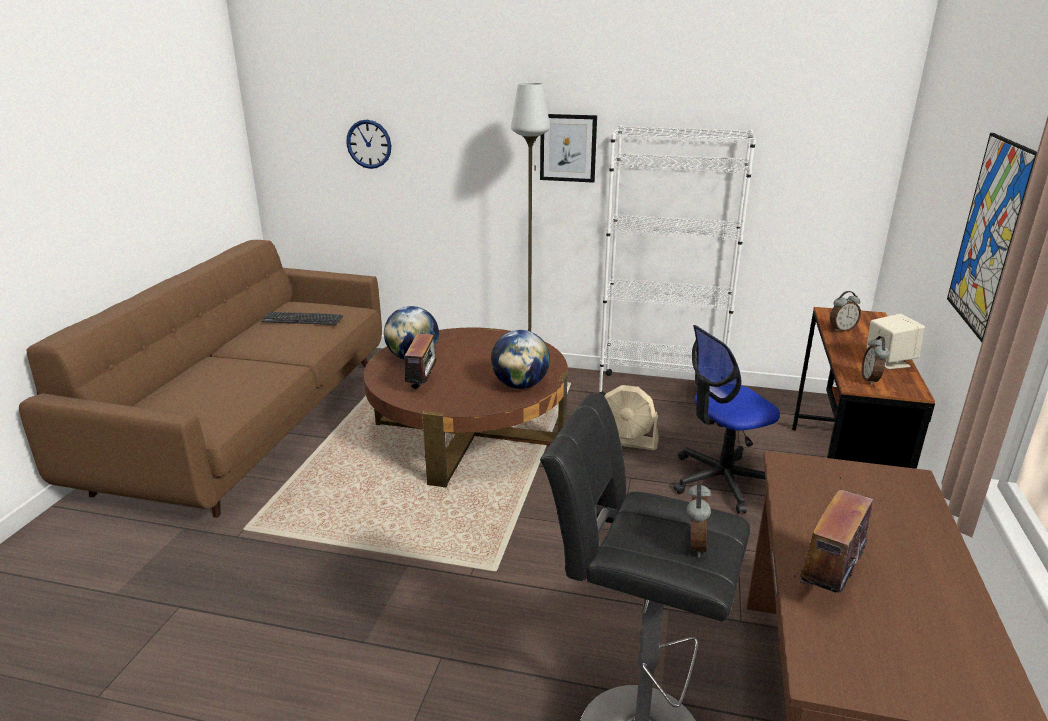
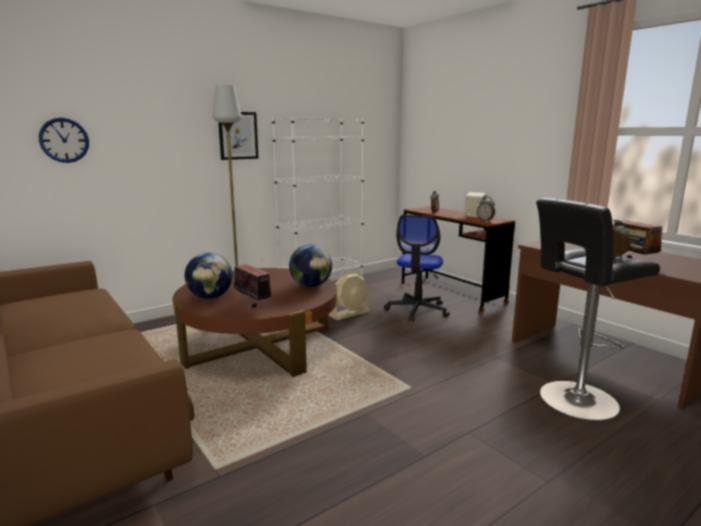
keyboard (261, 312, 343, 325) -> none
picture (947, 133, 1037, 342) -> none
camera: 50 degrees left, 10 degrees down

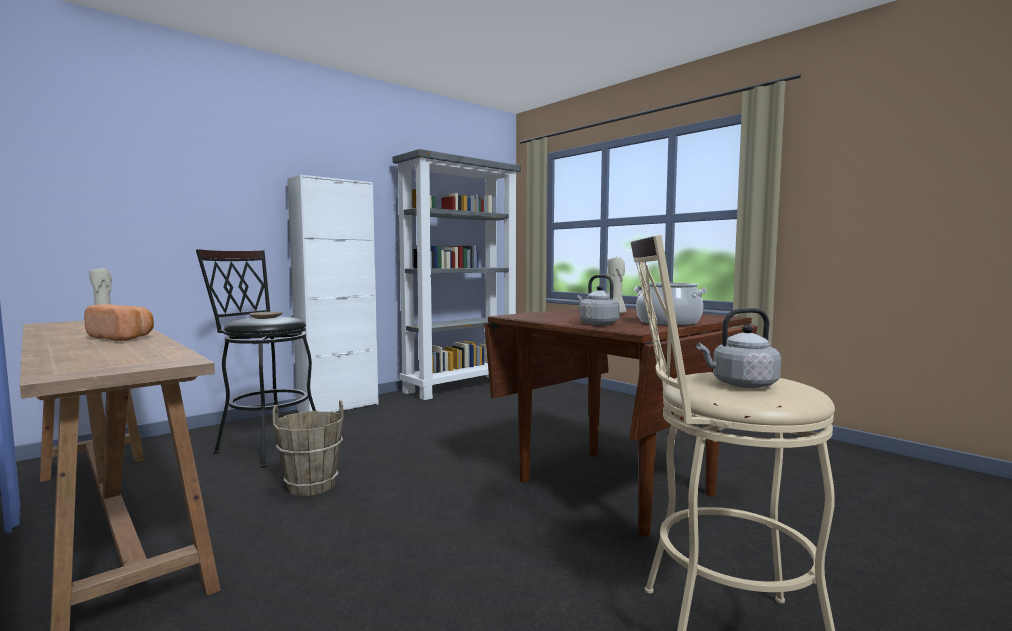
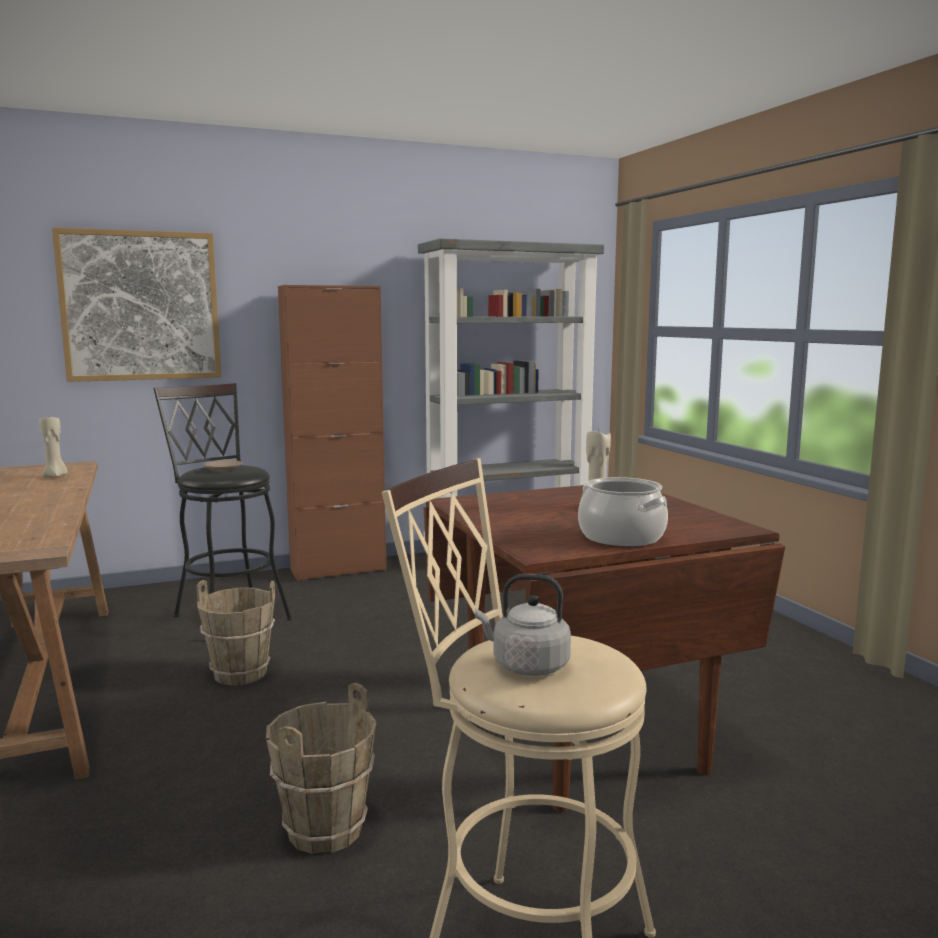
bread (84, 304, 154, 341) -> none
grey kettle (577, 275, 620, 325) -> none
none -> picture (52, 227, 222, 382)
none -> brown bucket (266, 683, 377, 854)
white cabinet (287, 175, 379, 412) -> brown cabinet (278, 285, 386, 581)
camera: 20 degrees right, 5 degrees up

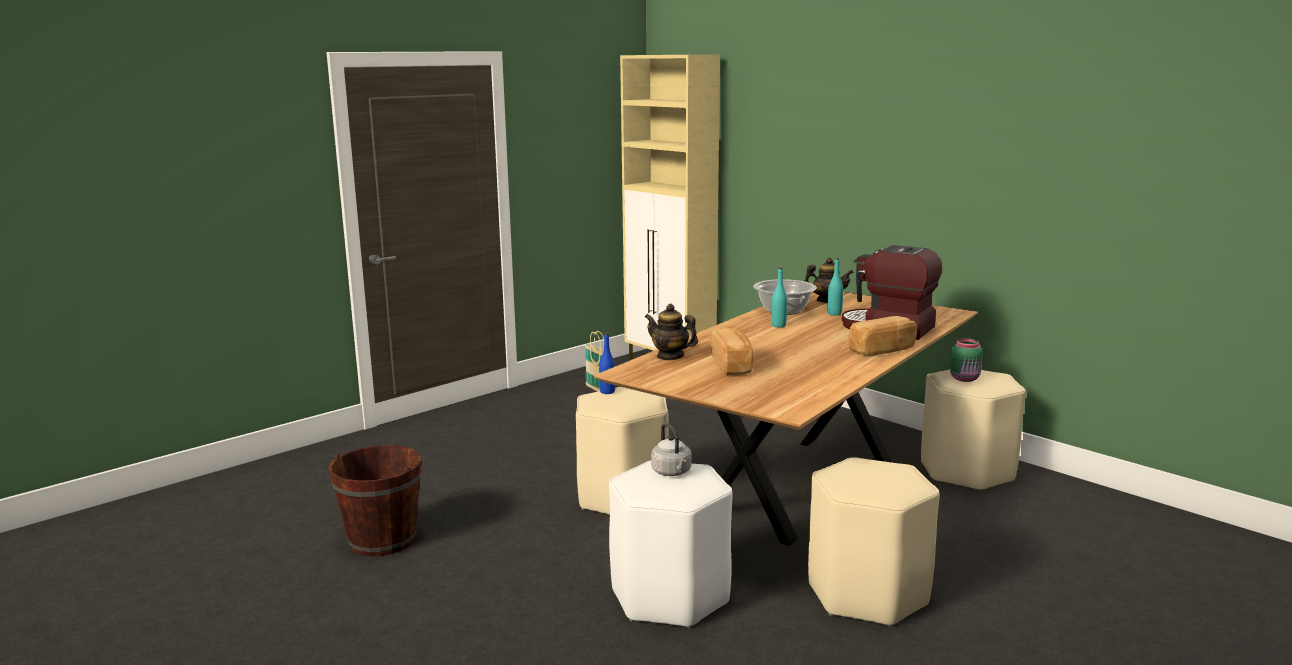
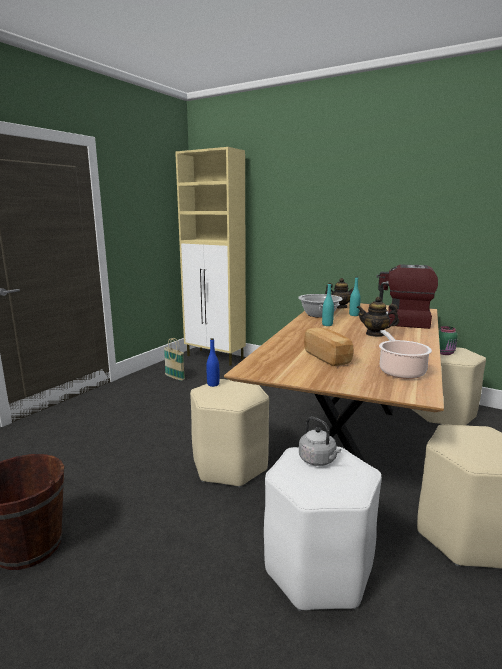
bread (848, 316, 917, 355) -> none
none -> cooking pot (379, 330, 432, 379)
teapot (645, 304, 698, 360) -> teapot (356, 297, 399, 337), moved
camera: 15 degrees left, 0 degrees up

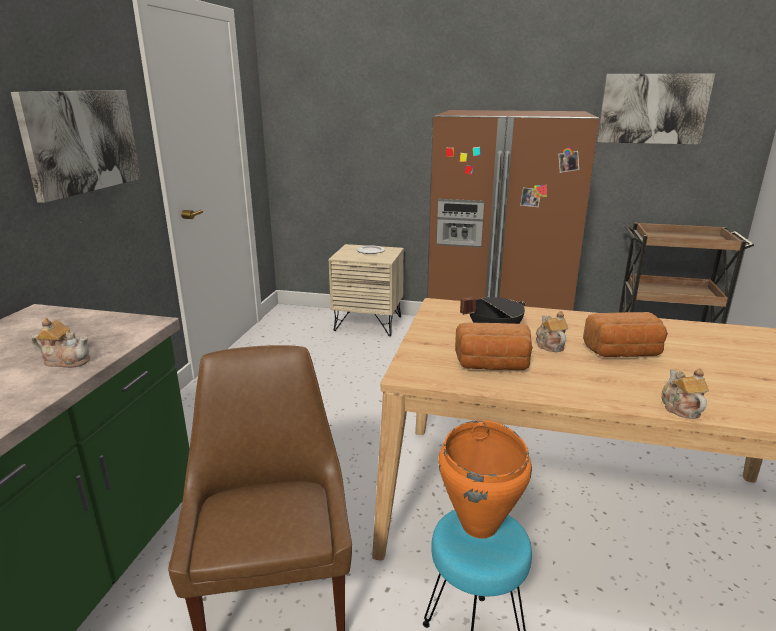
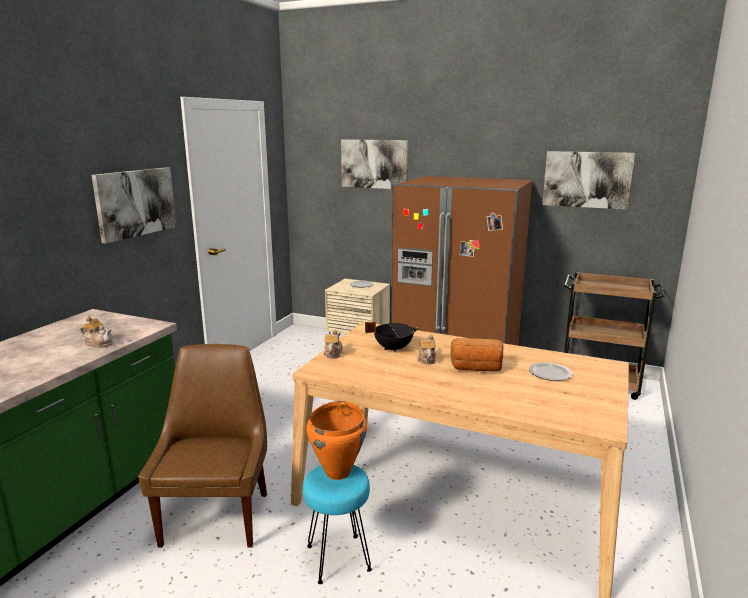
bread (455, 322, 533, 370) -> none
none -> picture (341, 139, 408, 189)
none -> plate (529, 362, 572, 381)
teapot (662, 368, 709, 419) -> teapot (323, 330, 343, 359), moved
camera: 10 degrees right, 5 degrees down

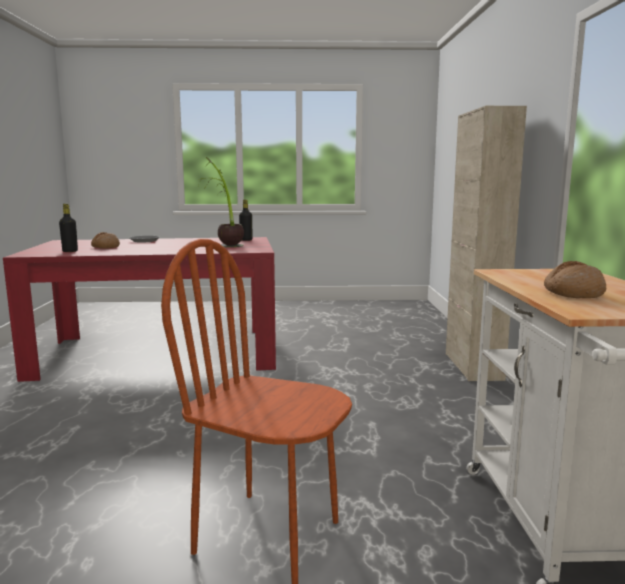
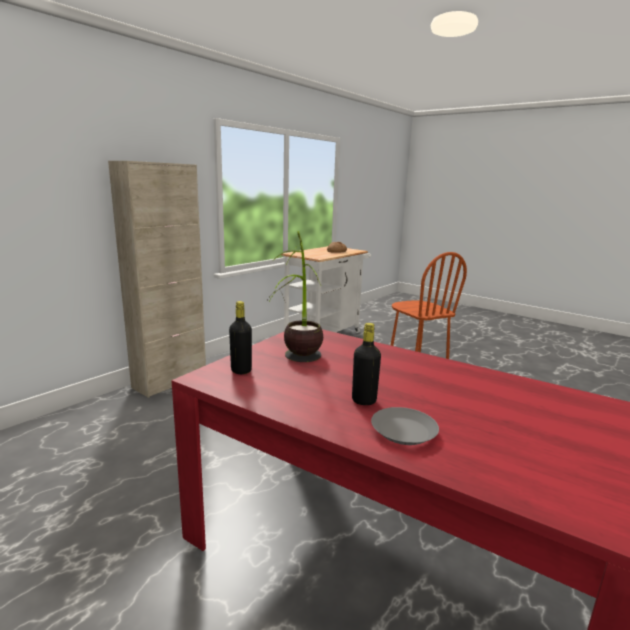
bread (91, 232, 120, 249) -> none
black bottle (59, 204, 78, 252) -> black bottle (352, 323, 381, 405), moved
camera: 140 degrees left, 5 degrees up

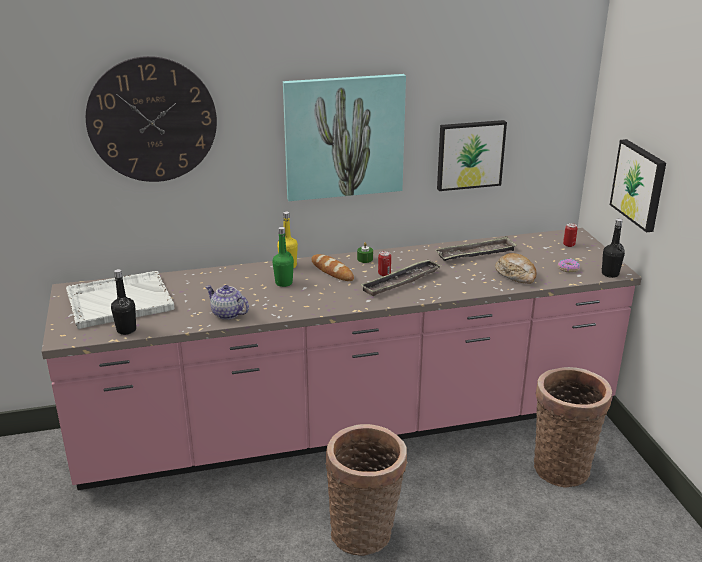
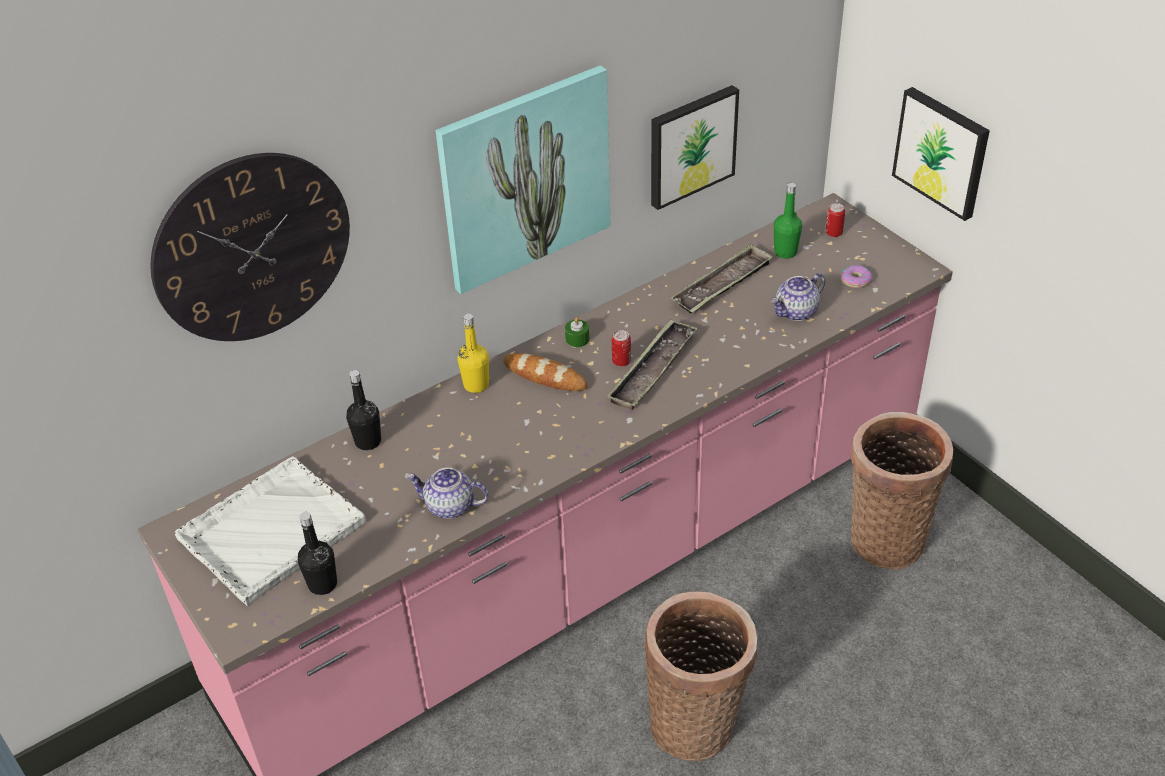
green bottle (272, 227, 294, 287) -> green bottle (774, 183, 802, 259), moved
black bottle (602, 219, 625, 278) -> black bottle (346, 370, 381, 450), moved
bread (495, 253, 537, 284) -> teapot (771, 273, 825, 321)
camera: 20 degrees left, 15 degrees up

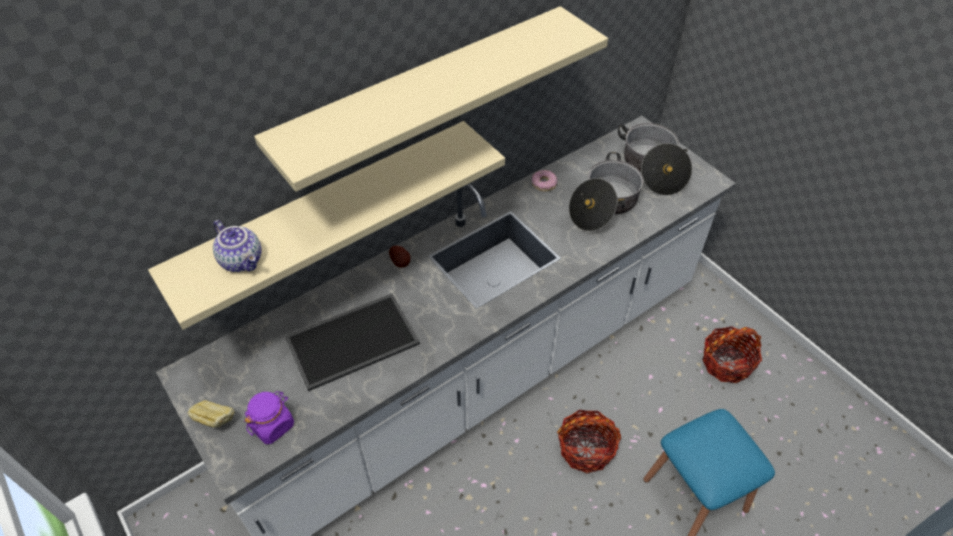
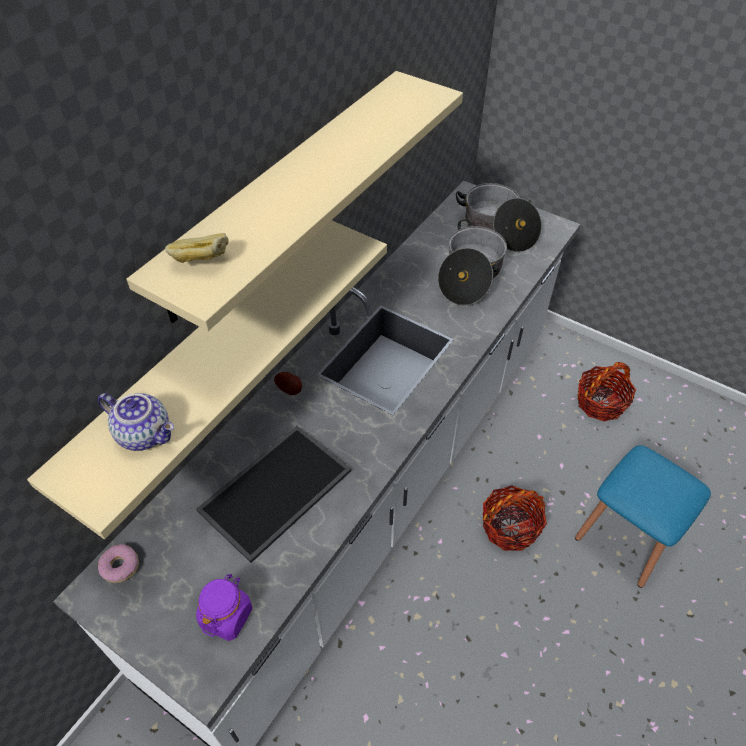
bread (188, 400, 235, 428) -> bread (165, 233, 229, 263), moved
donut (532, 170, 557, 191) -> donut (98, 544, 139, 583), moved
camera: 20 degrees left, 0 degrees up

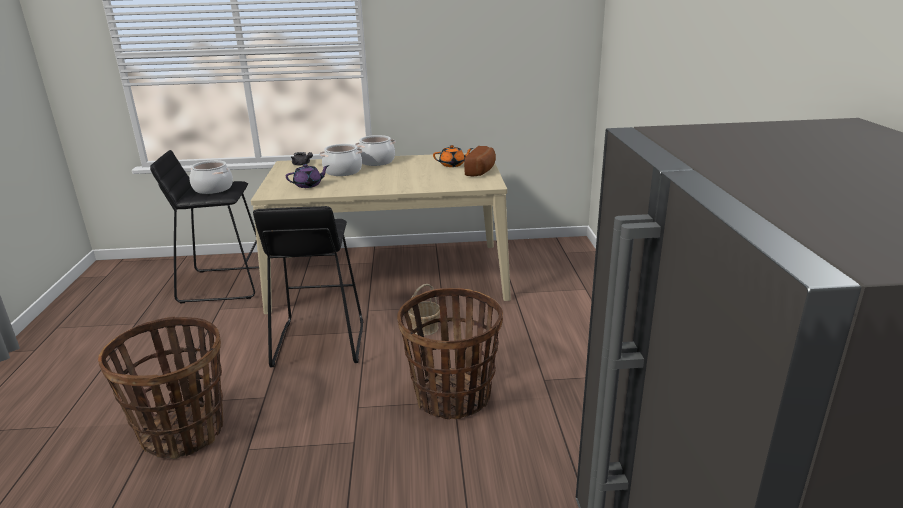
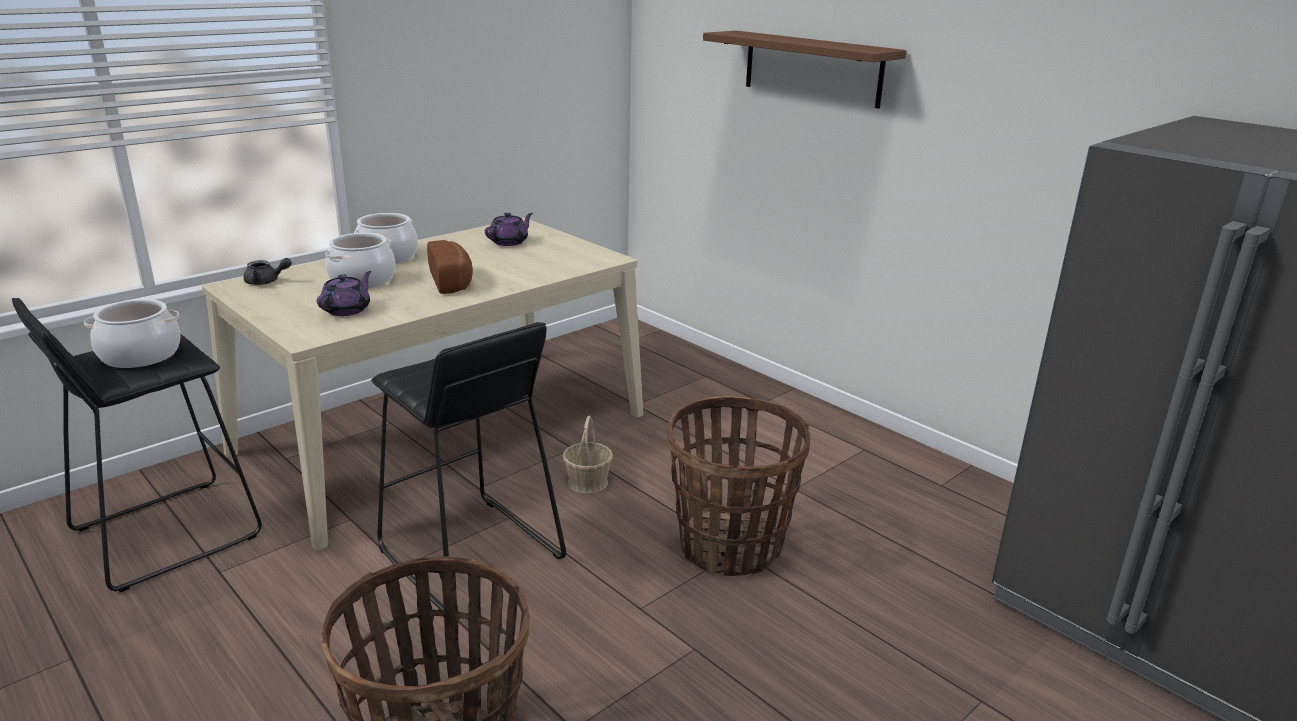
none -> brown shelf (703, 31, 906, 109)
bread (464, 146, 496, 176) -> bread (427, 240, 473, 294), moved
orange teapot (433, 145, 473, 167) -> purple teapot (485, 213, 533, 246)
camera: 40 degrees left, 0 degrees up

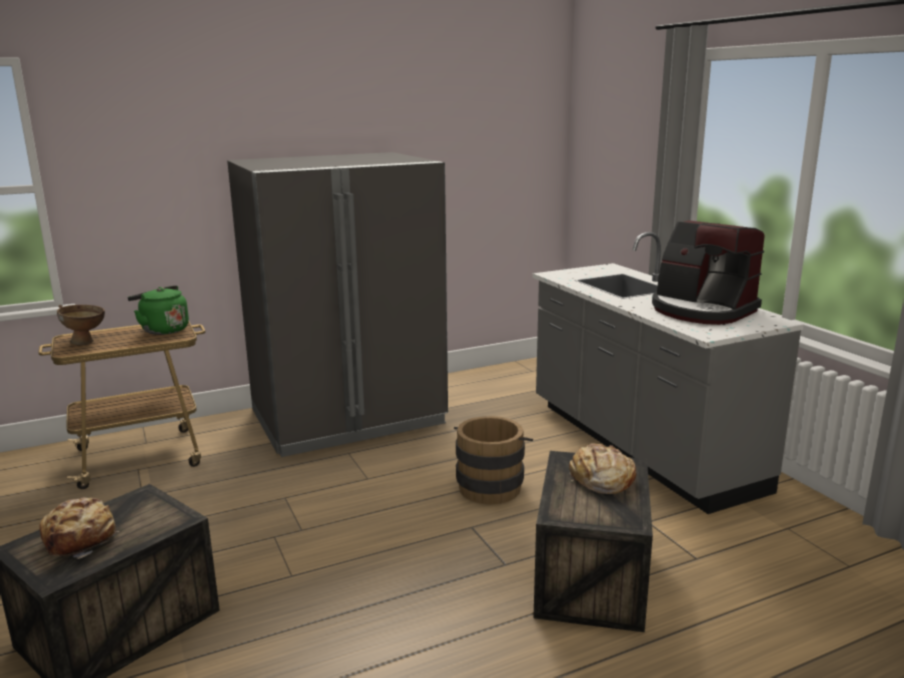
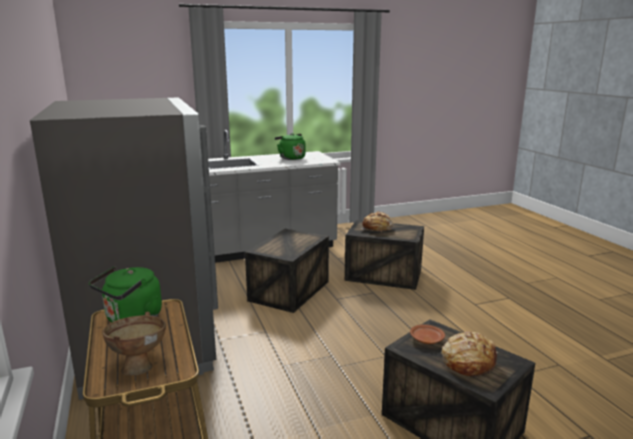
none -> brown plate (410, 324, 445, 344)
brown bucket (454, 416, 533, 504) -> crate (245, 229, 329, 313)
coffee machine (652, 220, 764, 325) -> green kettle (275, 133, 306, 160)
camera: 85 degrees left, 0 degrees up

